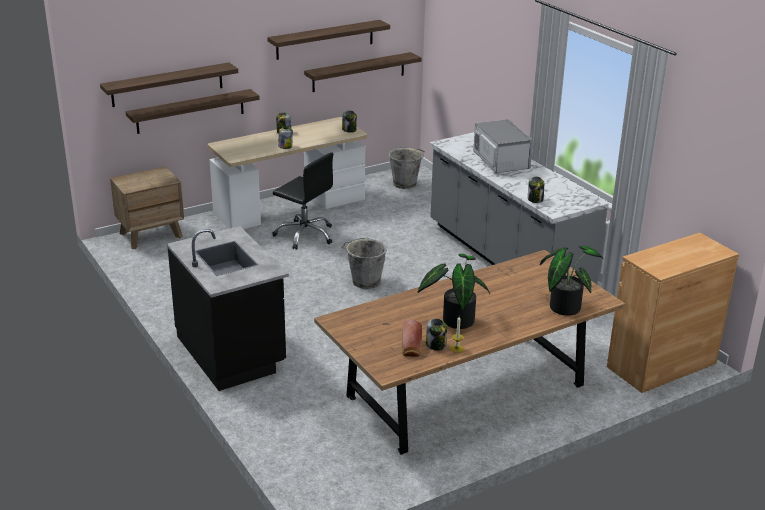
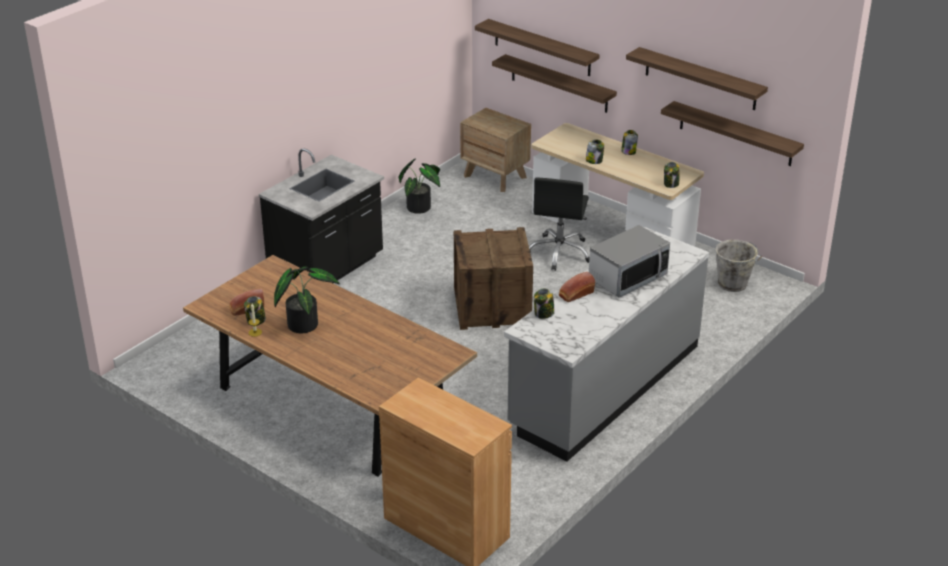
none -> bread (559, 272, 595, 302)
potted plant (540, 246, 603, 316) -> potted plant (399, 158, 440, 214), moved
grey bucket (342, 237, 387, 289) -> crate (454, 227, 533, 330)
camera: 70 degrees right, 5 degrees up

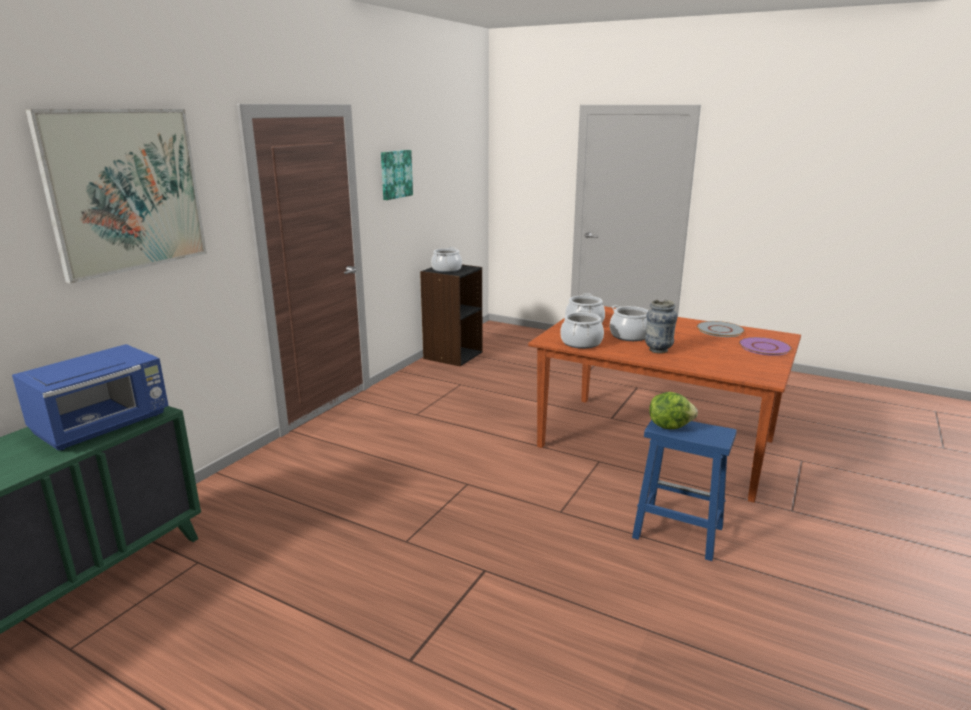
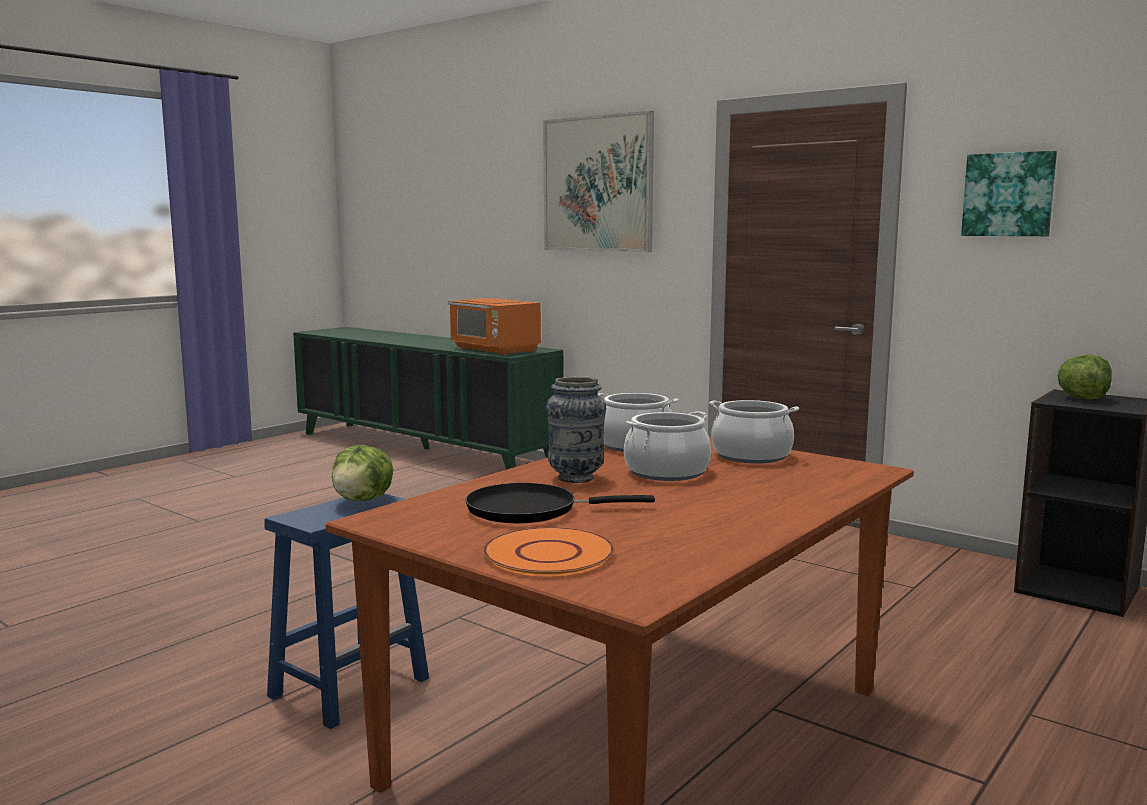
grey plate (696, 321, 745, 337) -> none
none -> black frying pan (465, 483, 655, 523)
cooking pot (431, 247, 462, 273) -> lettuce (1057, 355, 1112, 399)
blue microwave (12, 344, 169, 451) -> orange microwave (449, 298, 541, 356)
purple plate (739, 337, 792, 356) -> orange plate (483, 527, 614, 577)
camera: 100 degrees right, 10 degrees down

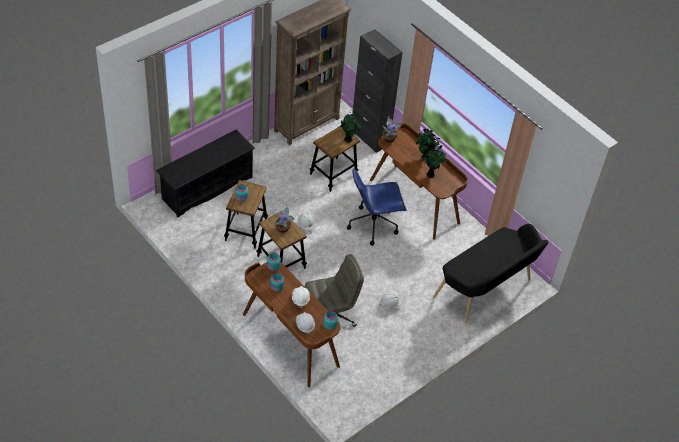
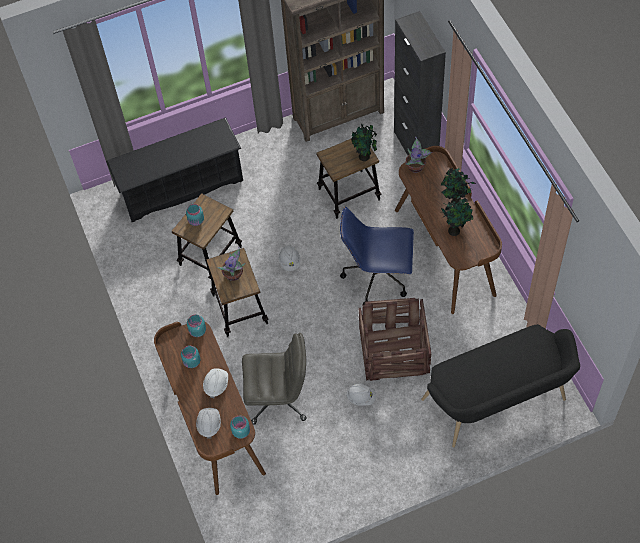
none -> crate (359, 298, 431, 381)
camera: 25 degrees right, 10 degrees up

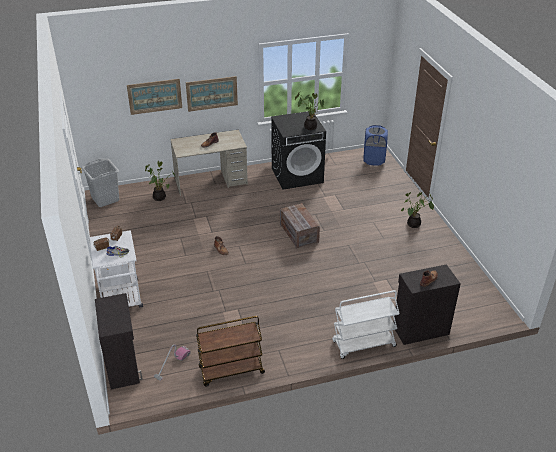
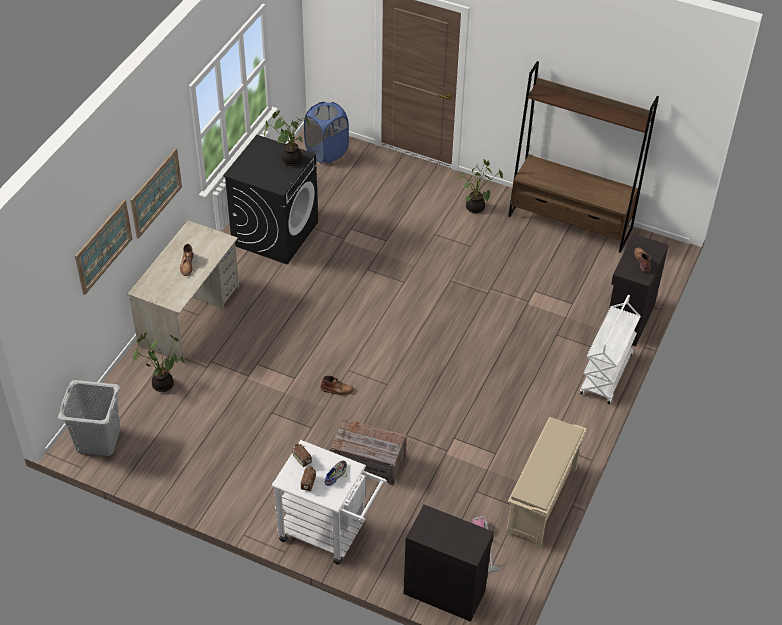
none -> brown bookcase (508, 61, 659, 253)
crate (280, 203, 320, 249) -> crate (330, 418, 407, 486), moved
brown cart (196, 316, 265, 387) -> beige shoe rack (506, 417, 587, 547)
camera: 50 degrees left, 10 degrees up

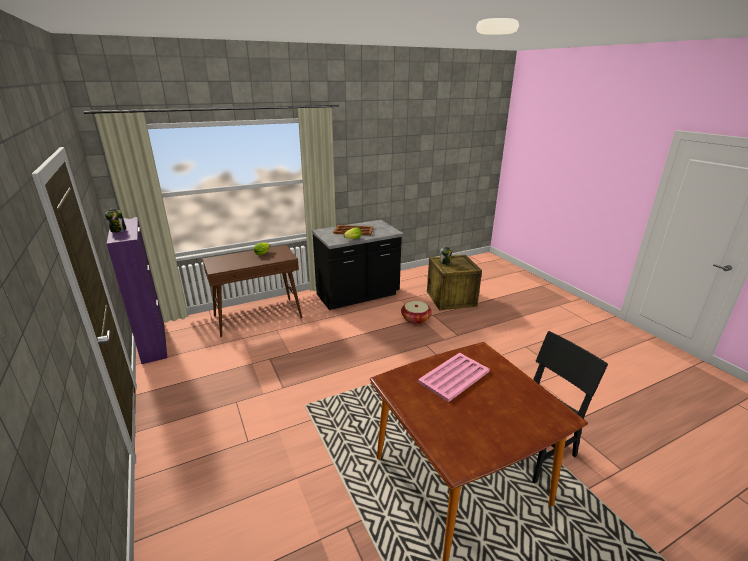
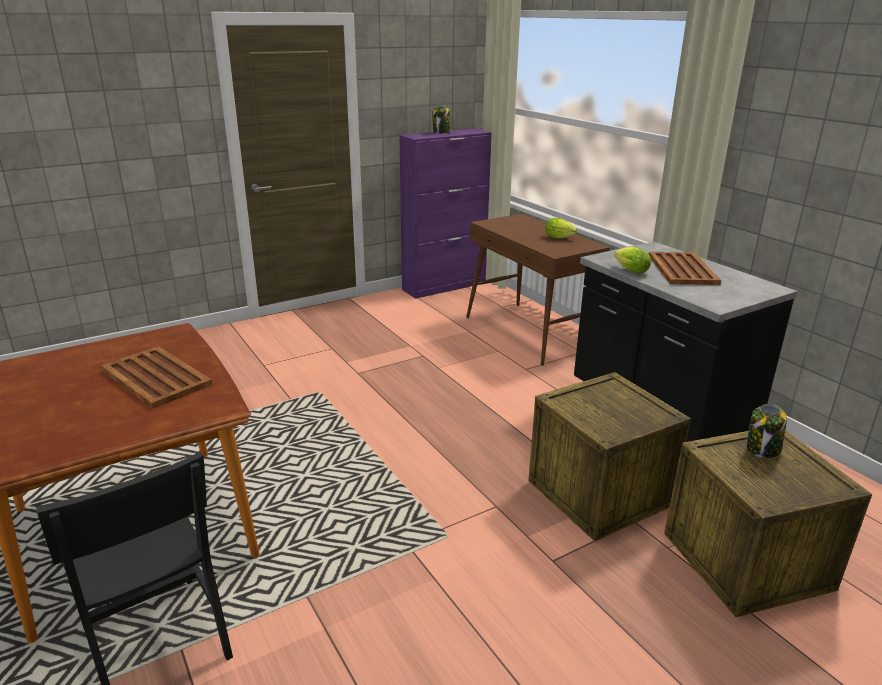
basket (401, 301, 432, 324) -> crate (529, 372, 691, 541)
pink tray (418, 353, 490, 402) -> brown tray (101, 346, 213, 409)
camera: 85 degrees right, 0 degrees up

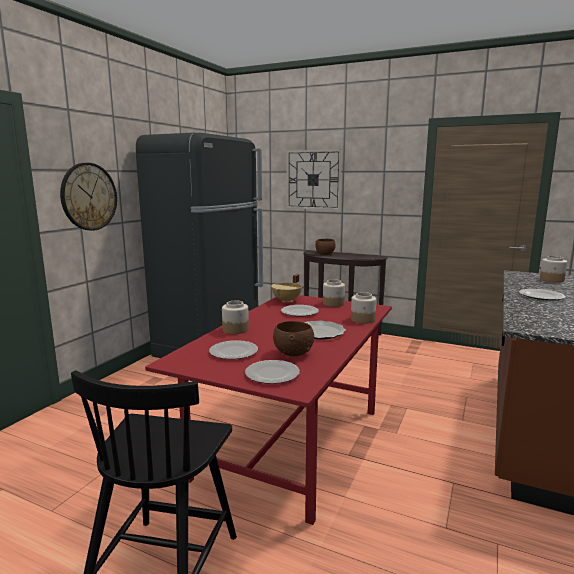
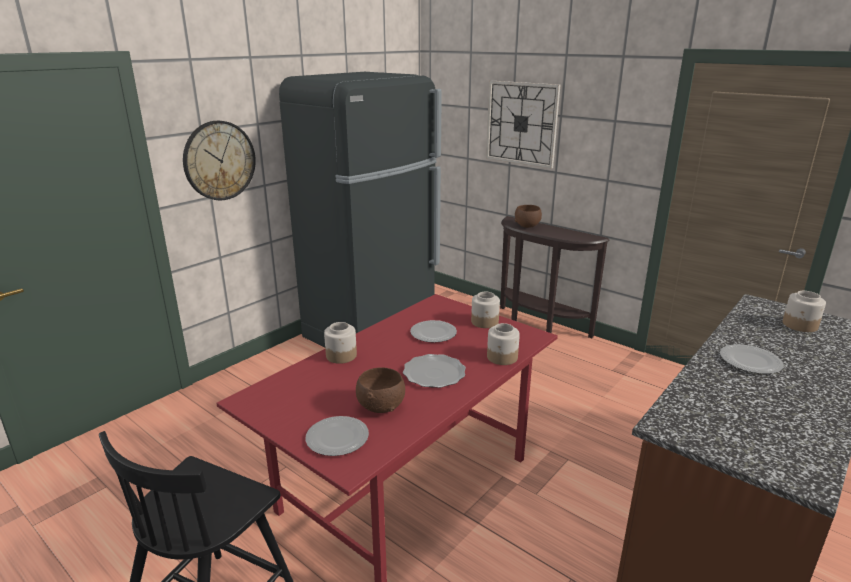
plate (209, 340, 258, 359) -> none
beige cooking pot (271, 274, 302, 303) -> none
camera: 15 degrees right, 10 degrees up

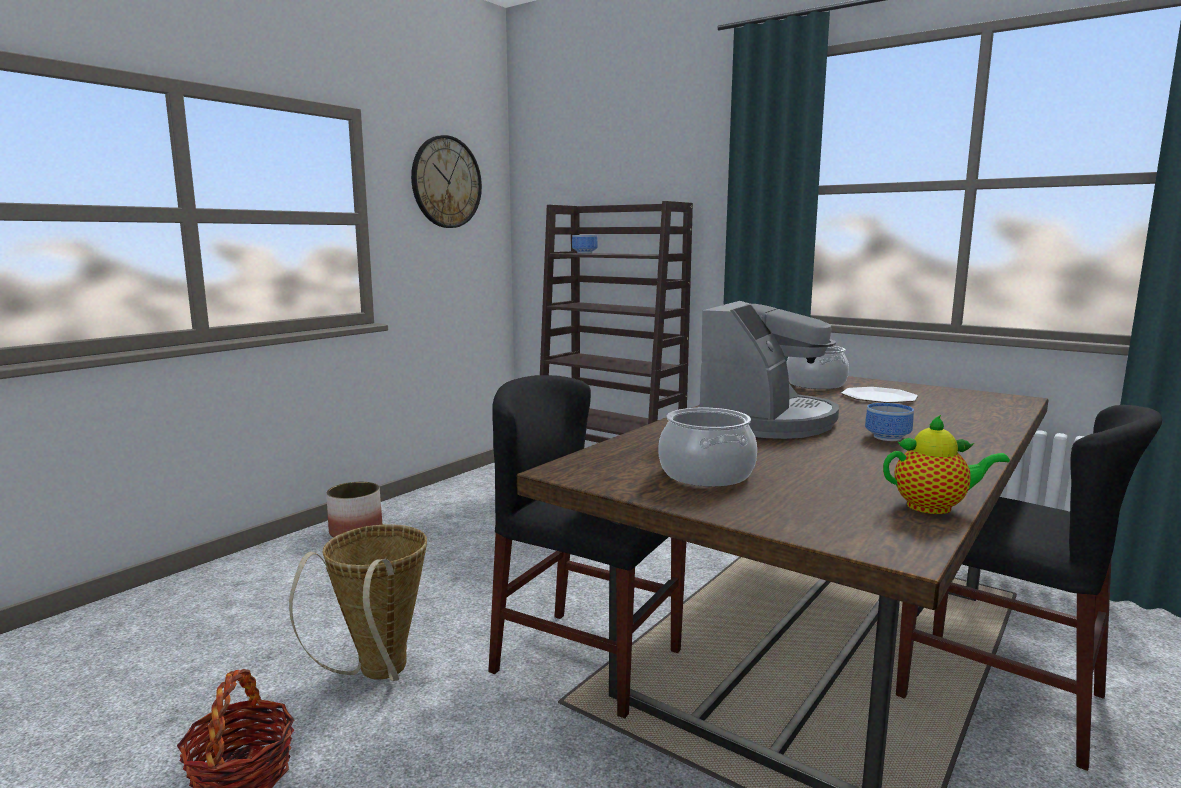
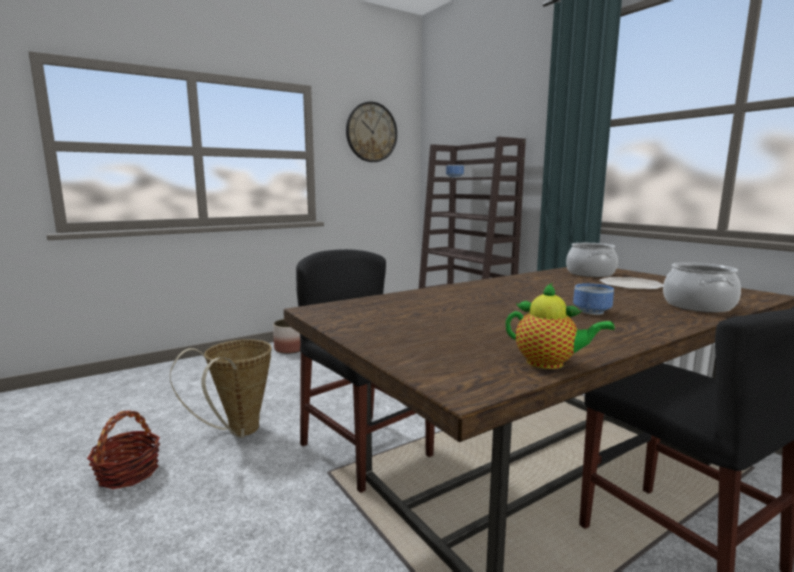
coffee machine (697, 301, 839, 439) -> none
cooking pot (658, 408, 757, 487) -> cooking pot (663, 263, 741, 312), moved
camera: 20 degrees right, 0 degrees up

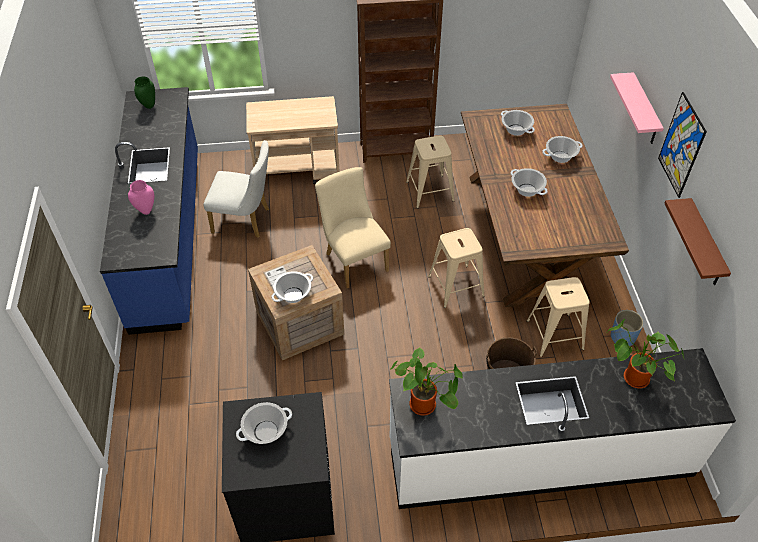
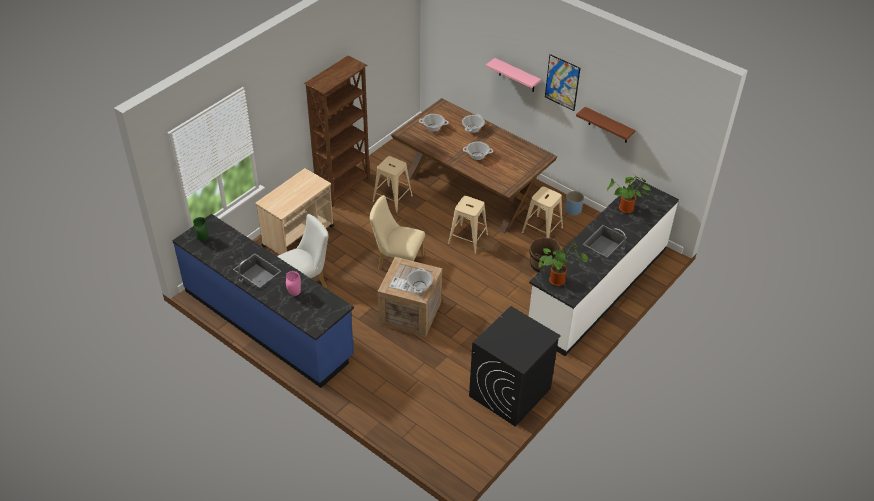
cooking pot (236, 402, 292, 444) -> none
camera: 45 degrees left, 5 degrees down

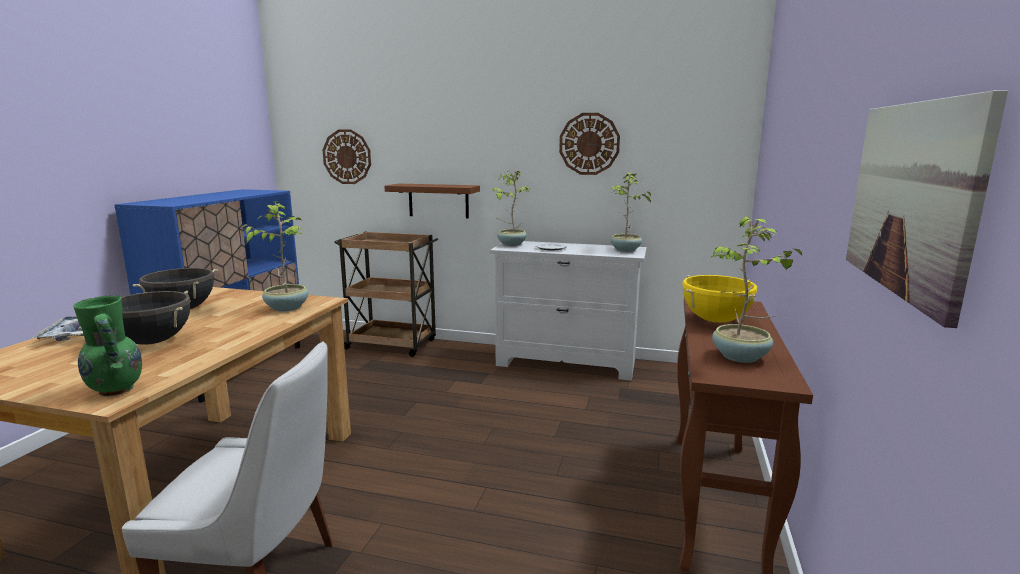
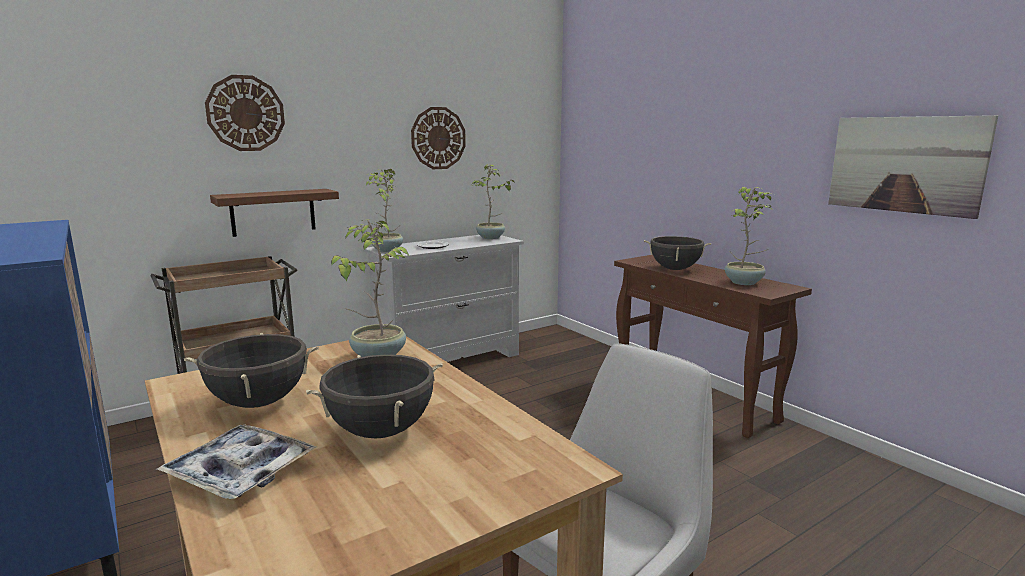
green vase (73, 295, 142, 397) -> none
wall clock (323, 130, 371, 184) -> wall clock (205, 75, 285, 151), moved
yellow cooking pot (682, 275, 757, 323) -> black cooking pot (644, 236, 711, 270)
camera: 50 degrees left, 0 degrees up

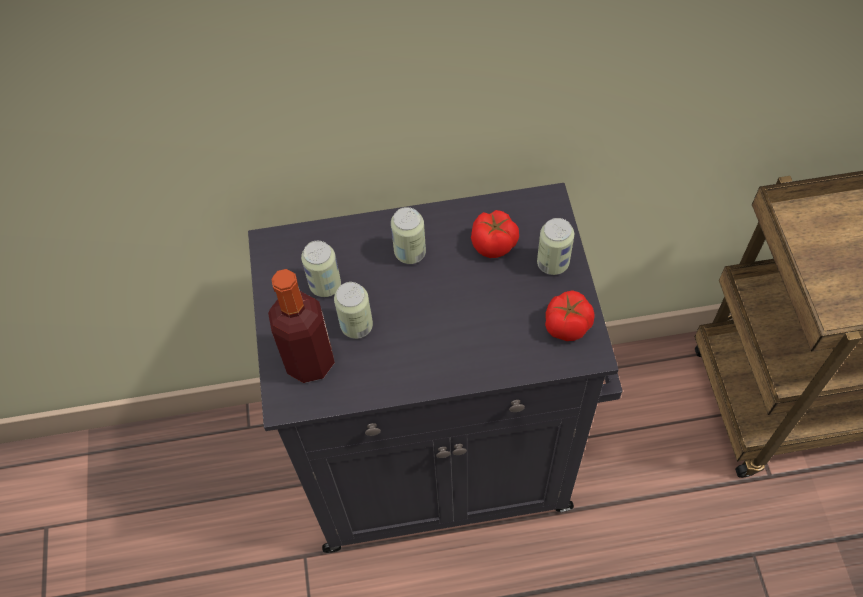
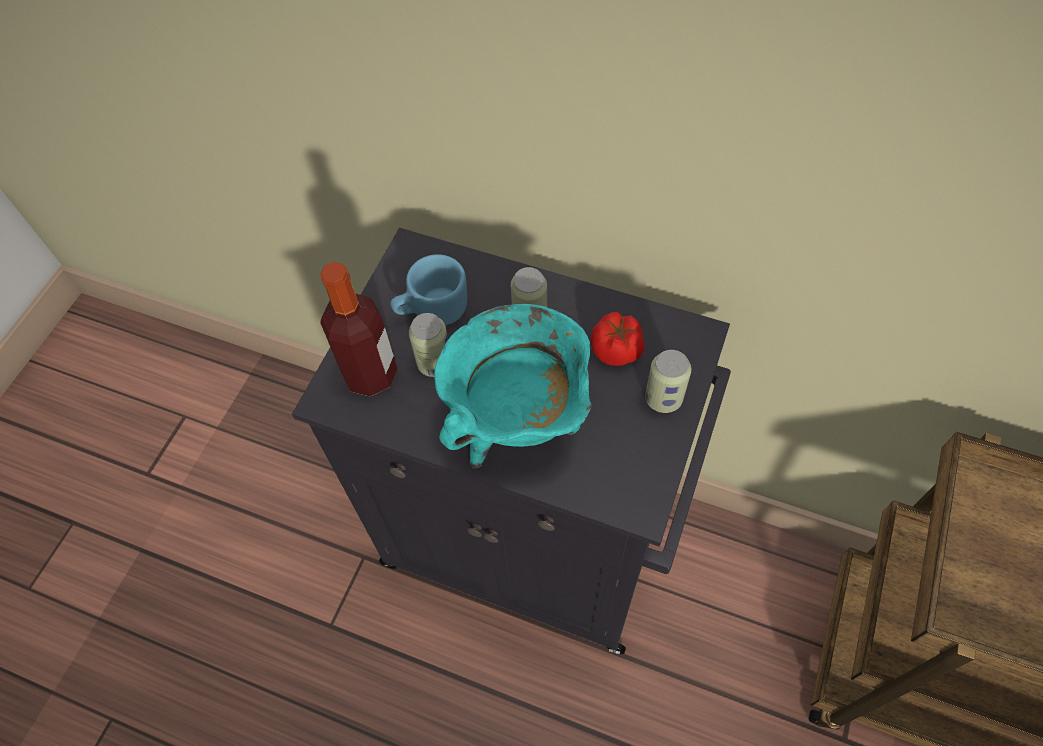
tomato (545, 290, 594, 341) -> none
none -> turquoise cooking pot (434, 304, 592, 468)
can (301, 241, 341, 297) -> blue mug (390, 254, 467, 326)
camera: 30 degrees right, 0 degrees up

